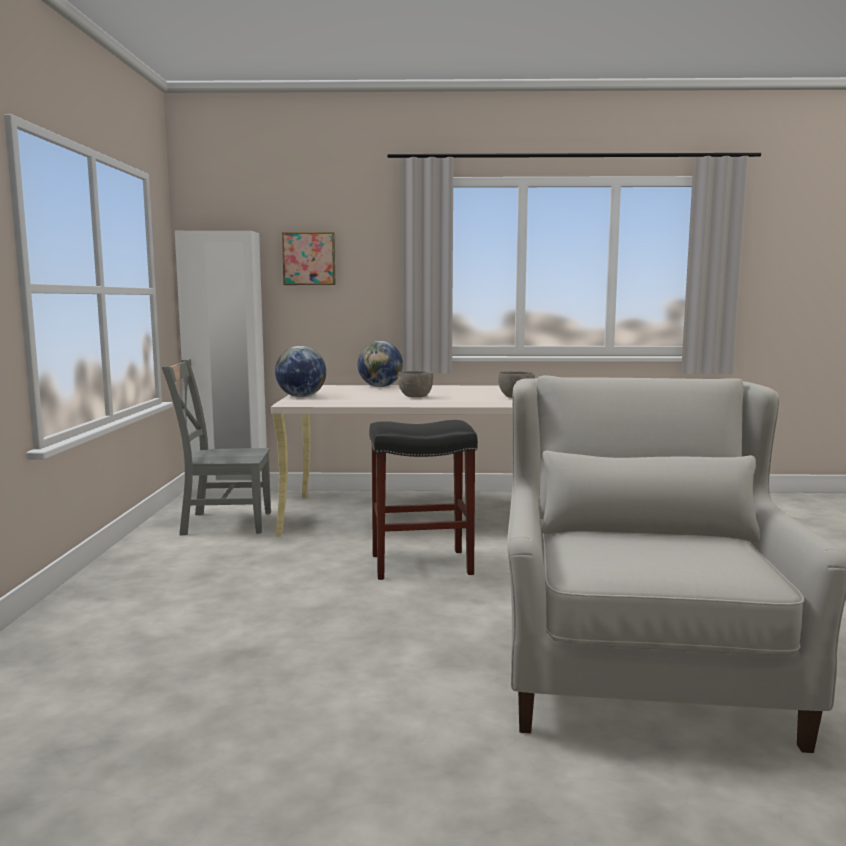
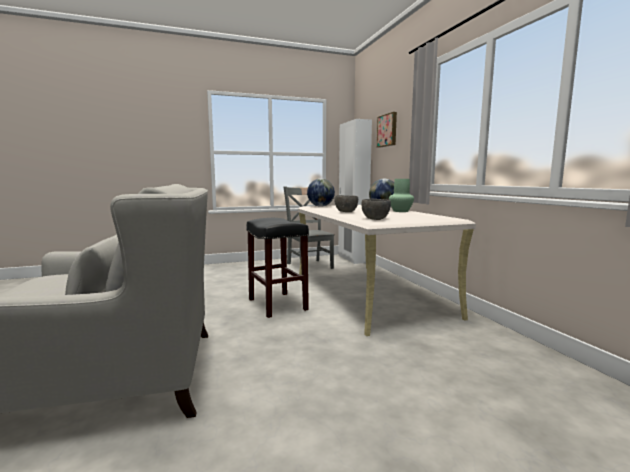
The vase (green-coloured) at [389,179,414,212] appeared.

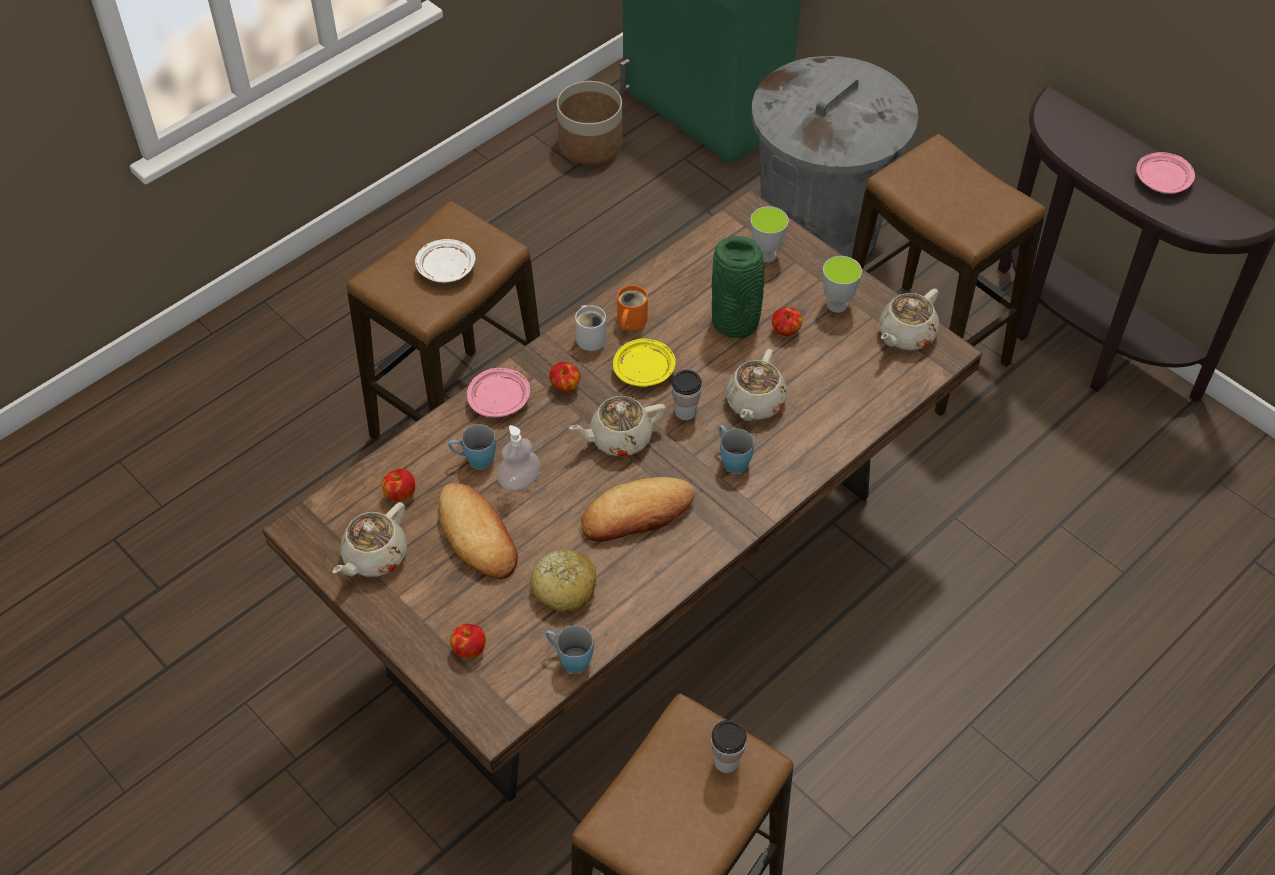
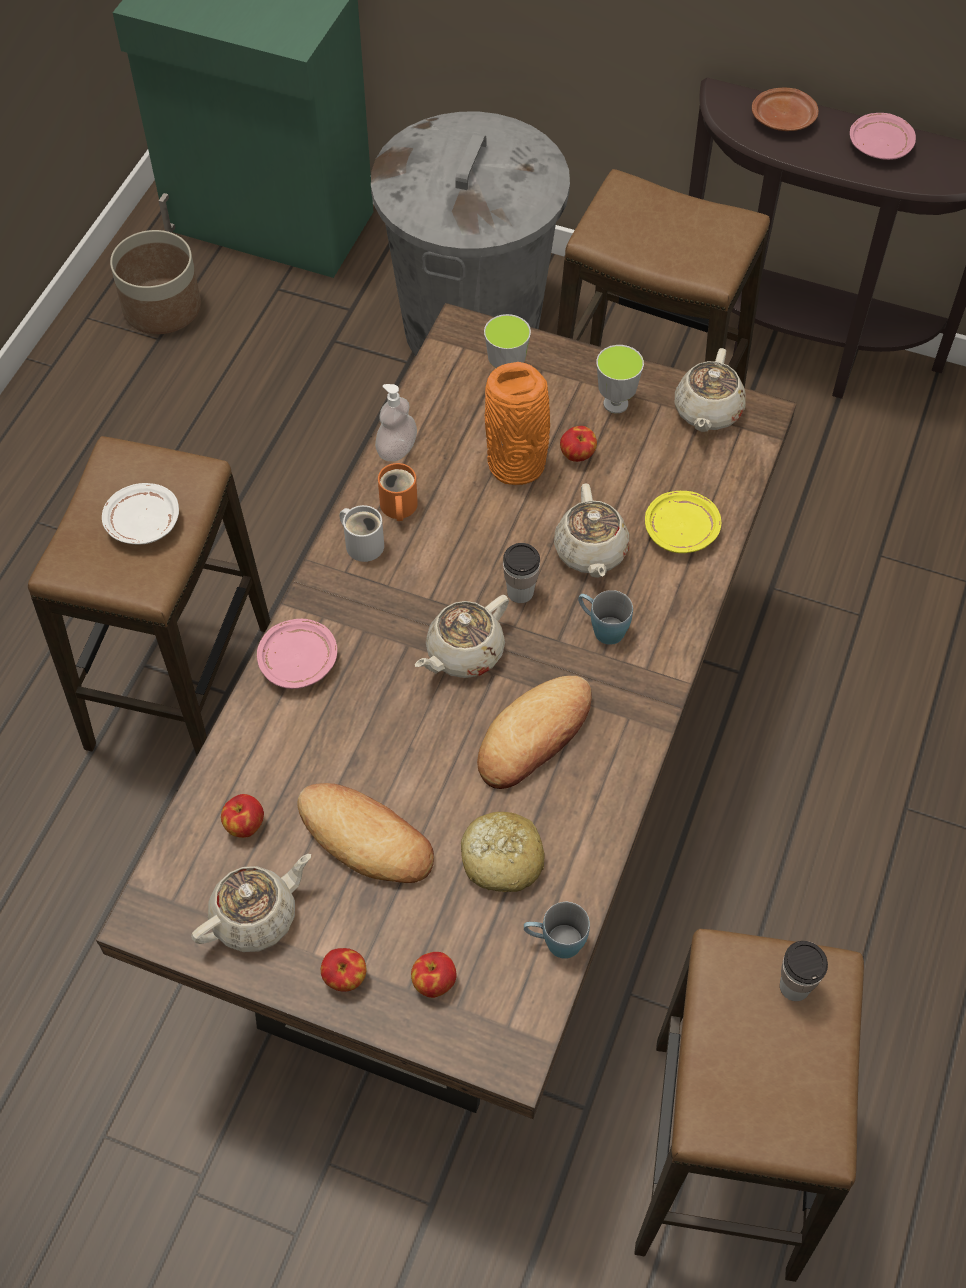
The coffee mug (bluish) at [448,424,496,469] disappeared.
The dinner plate (brownish) at [752,88,818,131] appeared.
The liquid soap bottle moved from [497,425,541,490] to [375,384,417,461].
The apple moved from [549,362,581,392] to [321,948,367,992].
The dinner plate (yellow-coloured) moved from [613,338,676,387] to [645,491,721,553].
The vase (green-coloured) at [712,236,765,338] became the vase (orange) at [485,362,550,485].
The teapot (beige) at [333,502,407,577] turned 135 degrees counterclockwise.

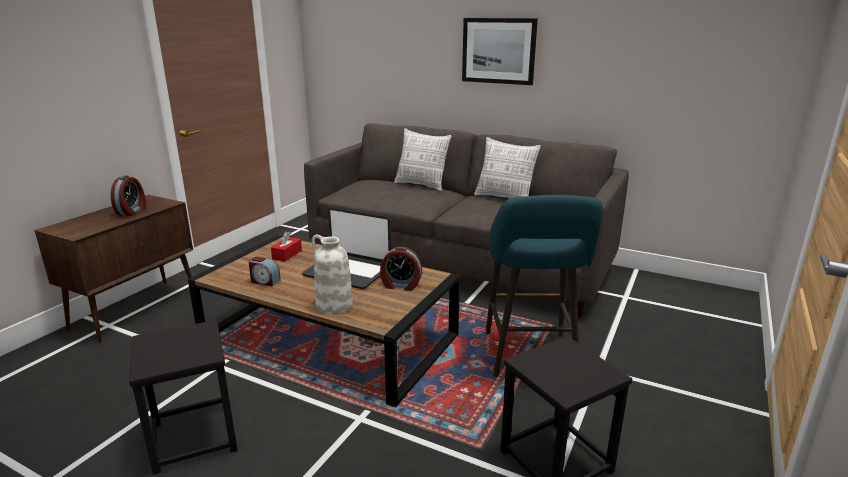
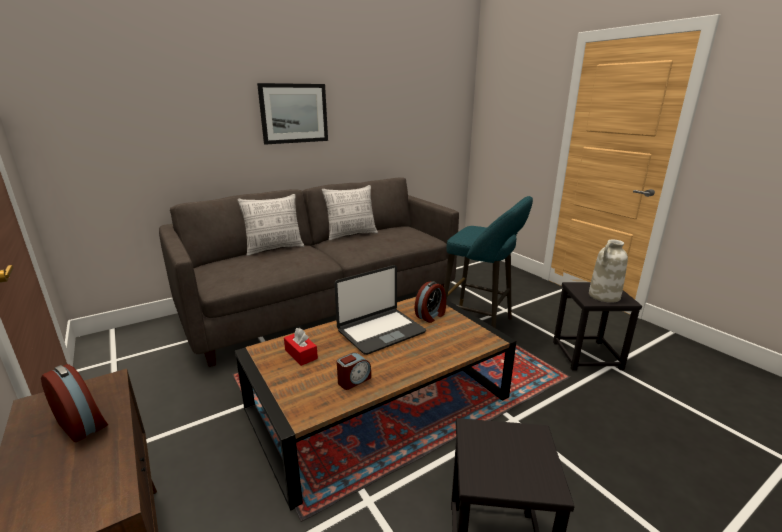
The vase (white-coloured) moved from [311,235,353,315] to [589,239,628,303].

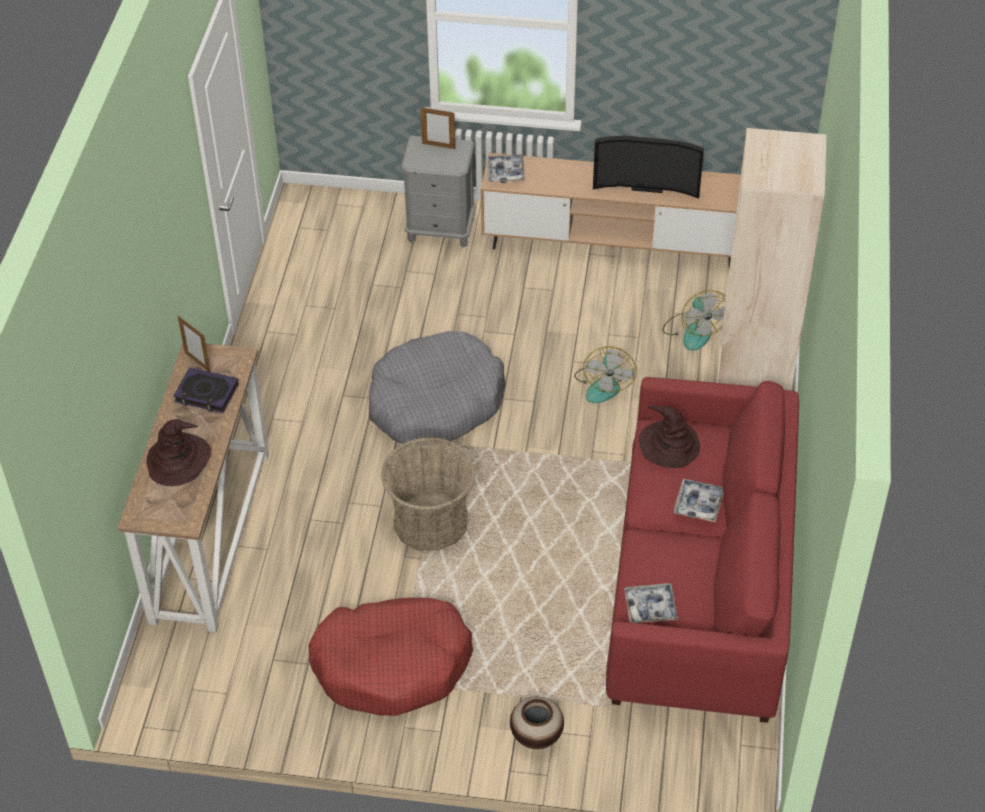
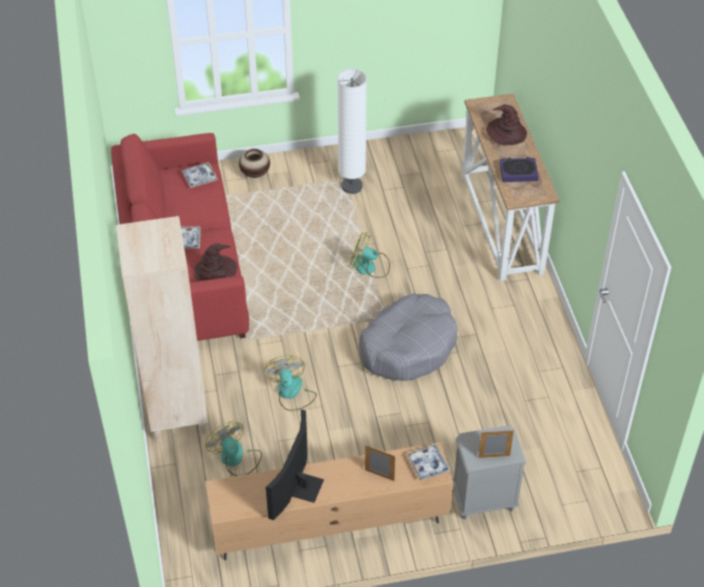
The picture frame moved from [178,316,211,372] to [365,445,395,481].
The dog cushion (red-coloured) at [308,598,473,716] was replaced by the standard lamp (white-coloured) at [337,69,367,194].
The household basket at [381,437,475,551] was replaced by the cooling fan at [350,232,390,278].
The TV at [593,136,704,199] turned 60 degrees counterclockwise.

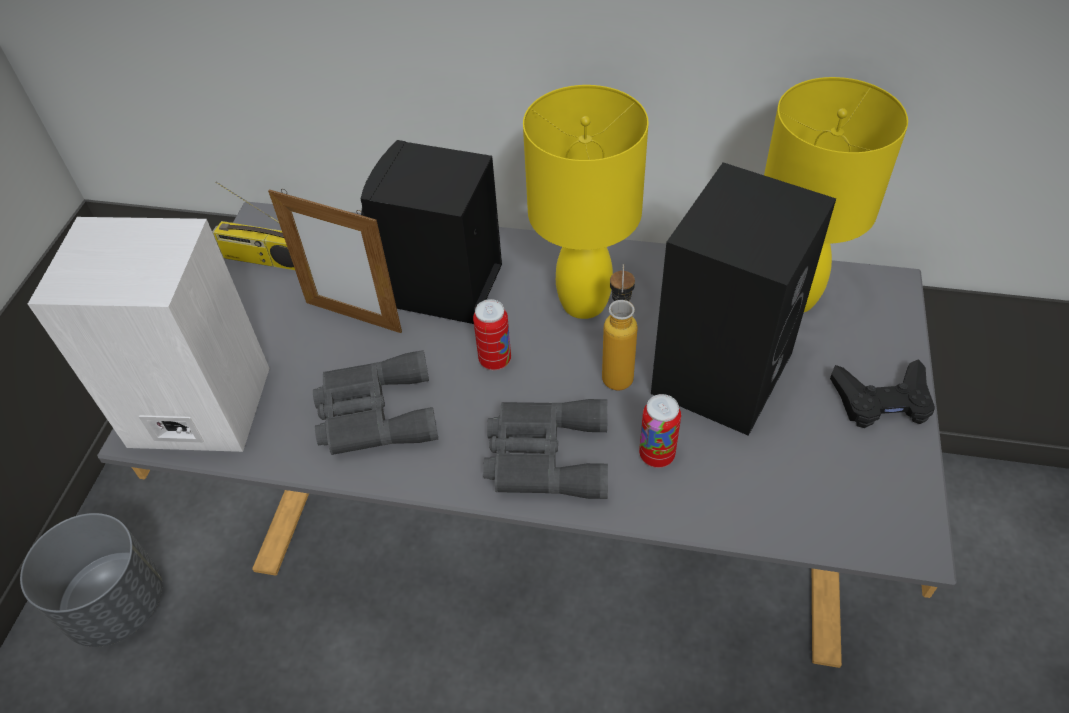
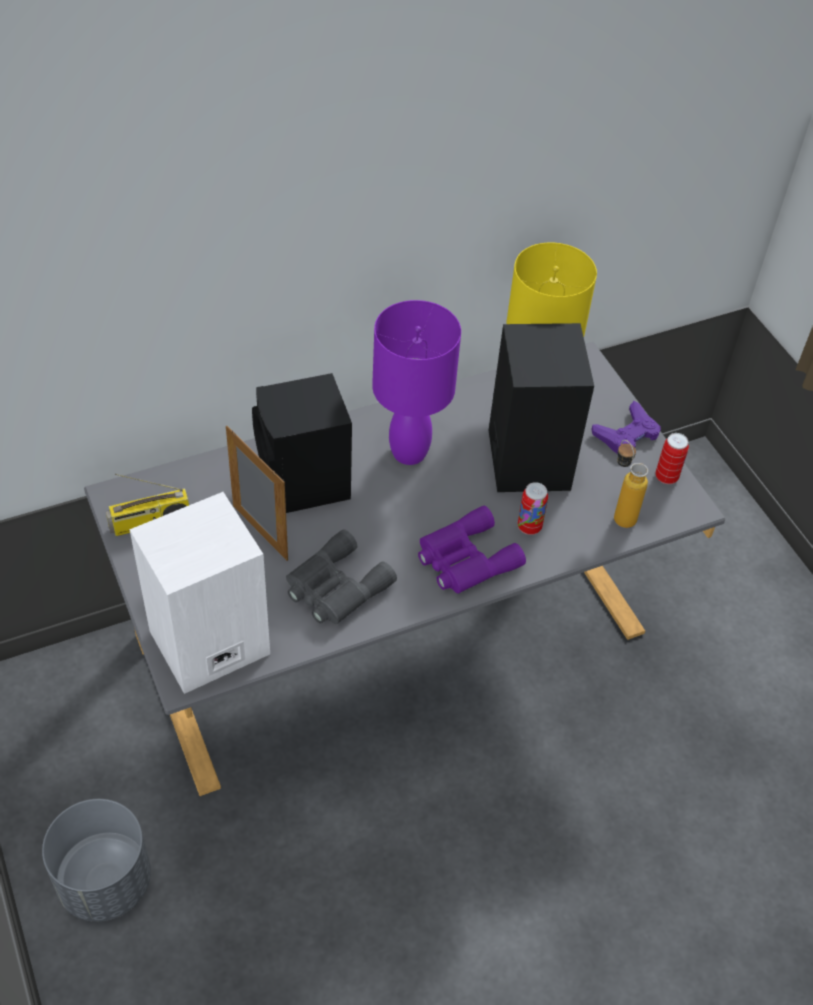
The sealed can moved from [473,299,511,370] to [656,433,689,484].
The bottle moved from [602,264,638,390] to [614,440,648,528].
The pair of binoculars (grey) at [483,399,608,499] became the pair of binoculars (purple-coloured) at [418,506,526,594].
The table lamp (yellow-coloured) at [523,85,648,319] became the table lamp (purple-coloured) at [372,300,461,465].
The gamepad (blackish) at [830,359,935,428] became the gamepad (purple-coloured) at [591,401,661,454].
The picture frame at [268,189,402,333] turned 120 degrees counterclockwise.

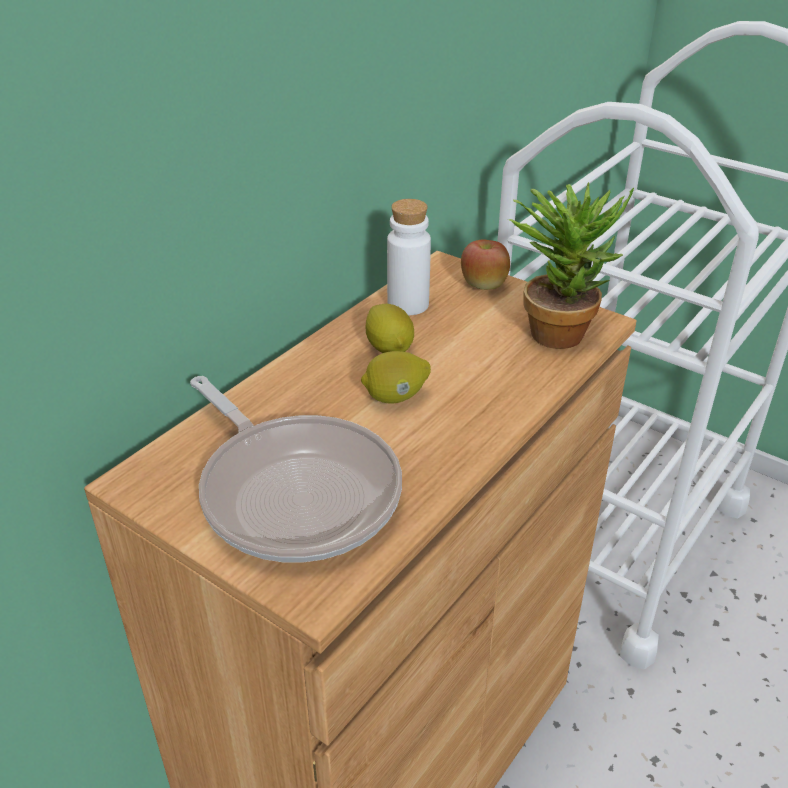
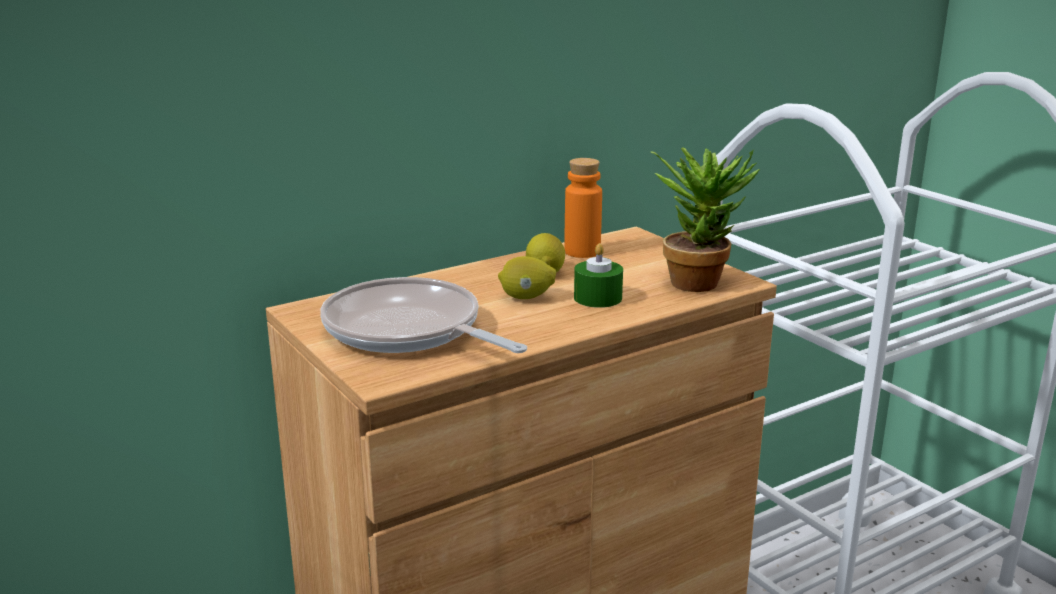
The apple at [461,239,510,290] disappeared.
The wax light (green-coloured) at [574,243,623,308] appeared.
The bottle (white-coloured) at [387,199,431,315] became the bottle (orange) at [564,158,602,258].
The frying pan at [190,376,402,562] turned 150 degrees clockwise.

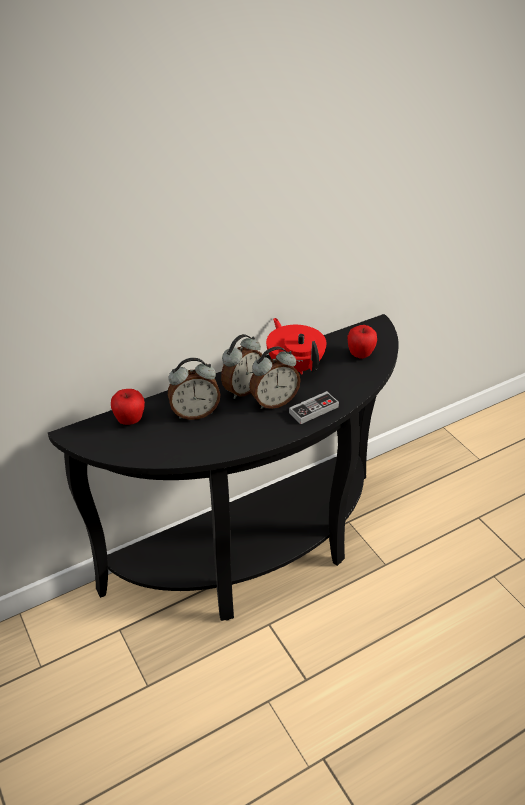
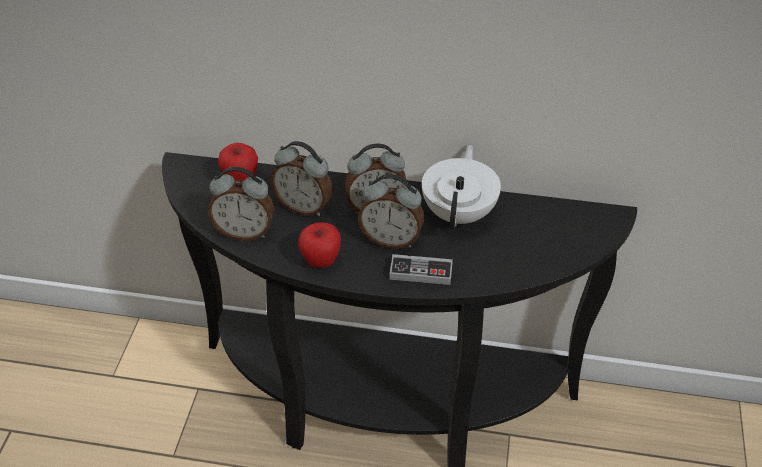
The alarm clock at [208,167,275,241] appeared.
The apple moved from [347,325,377,359] to [298,222,341,268].
The teapot (red-coloured) at [266,318,326,375] became the teapot (white-coloured) at [422,145,501,229].

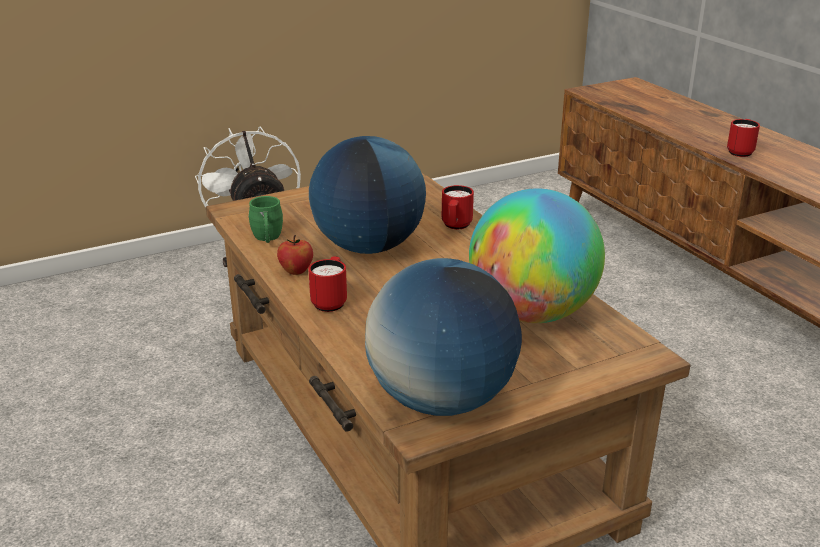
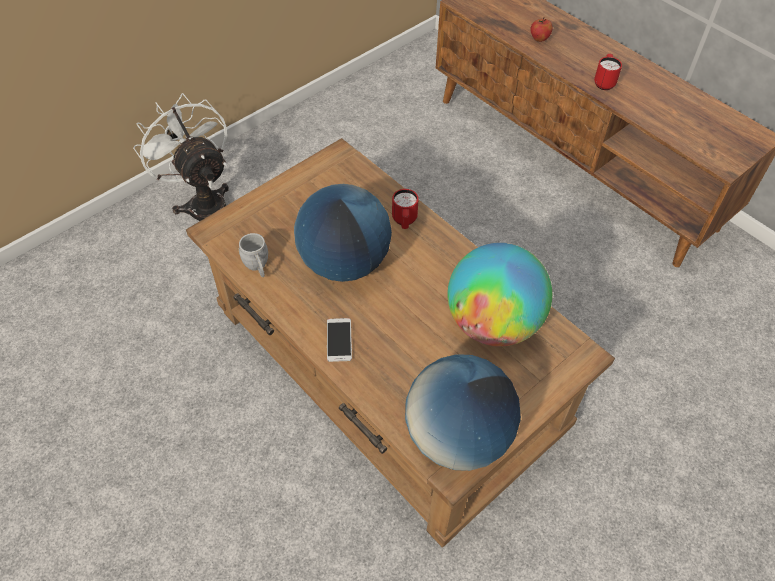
The apple moved from [277,235,313,275] to [530,17,553,42].
The coffee mug (red-coloured) at [308,256,347,312] was replaced by the phone at [327,318,352,362].
The coffee mug (green-coloured) at [248,196,283,243] became the coffee mug (grey) at [239,233,268,277].

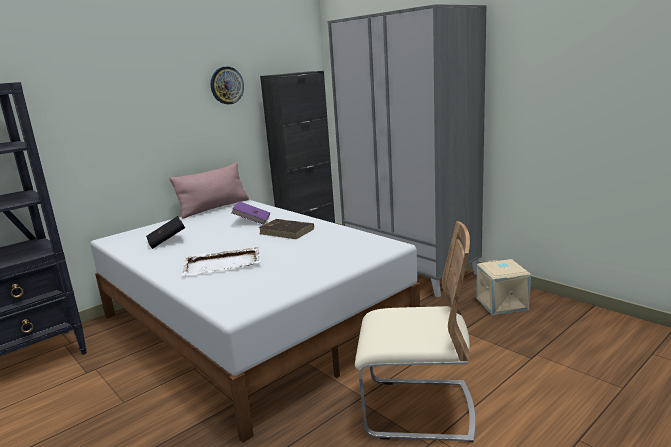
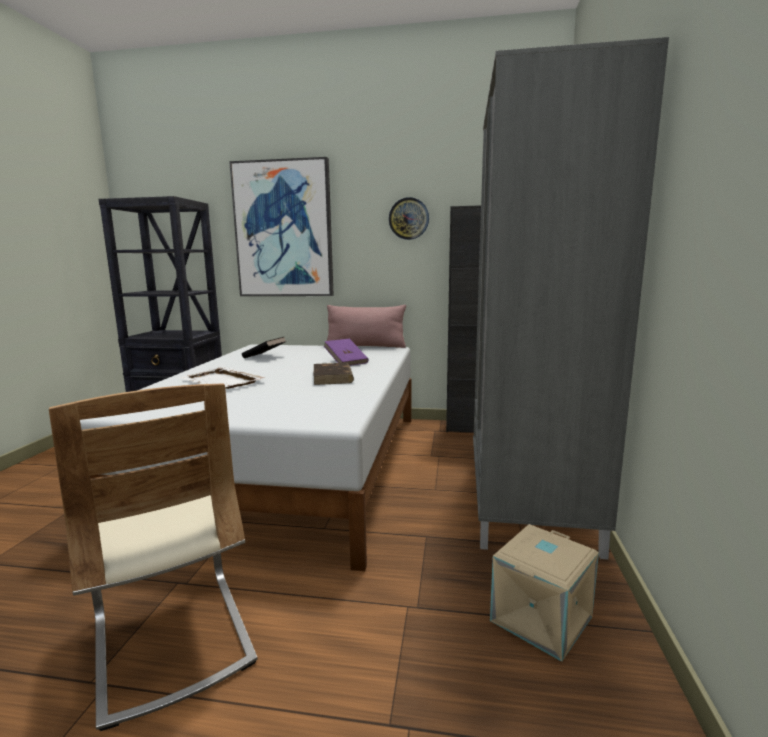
The wall picture at [229,157,334,296] appeared.

